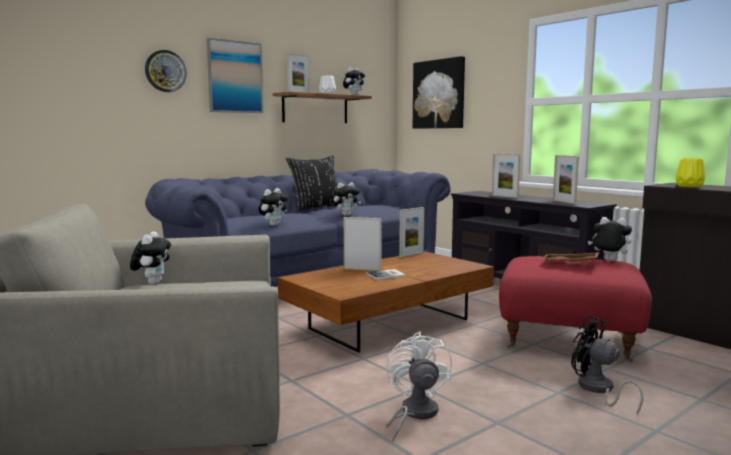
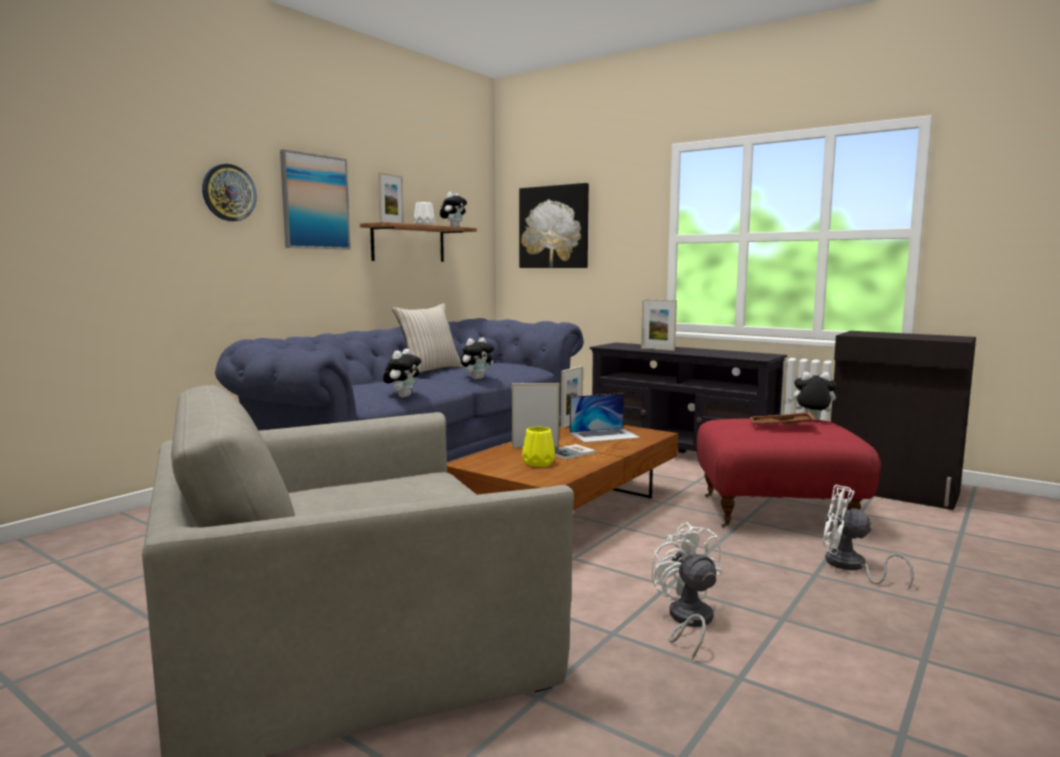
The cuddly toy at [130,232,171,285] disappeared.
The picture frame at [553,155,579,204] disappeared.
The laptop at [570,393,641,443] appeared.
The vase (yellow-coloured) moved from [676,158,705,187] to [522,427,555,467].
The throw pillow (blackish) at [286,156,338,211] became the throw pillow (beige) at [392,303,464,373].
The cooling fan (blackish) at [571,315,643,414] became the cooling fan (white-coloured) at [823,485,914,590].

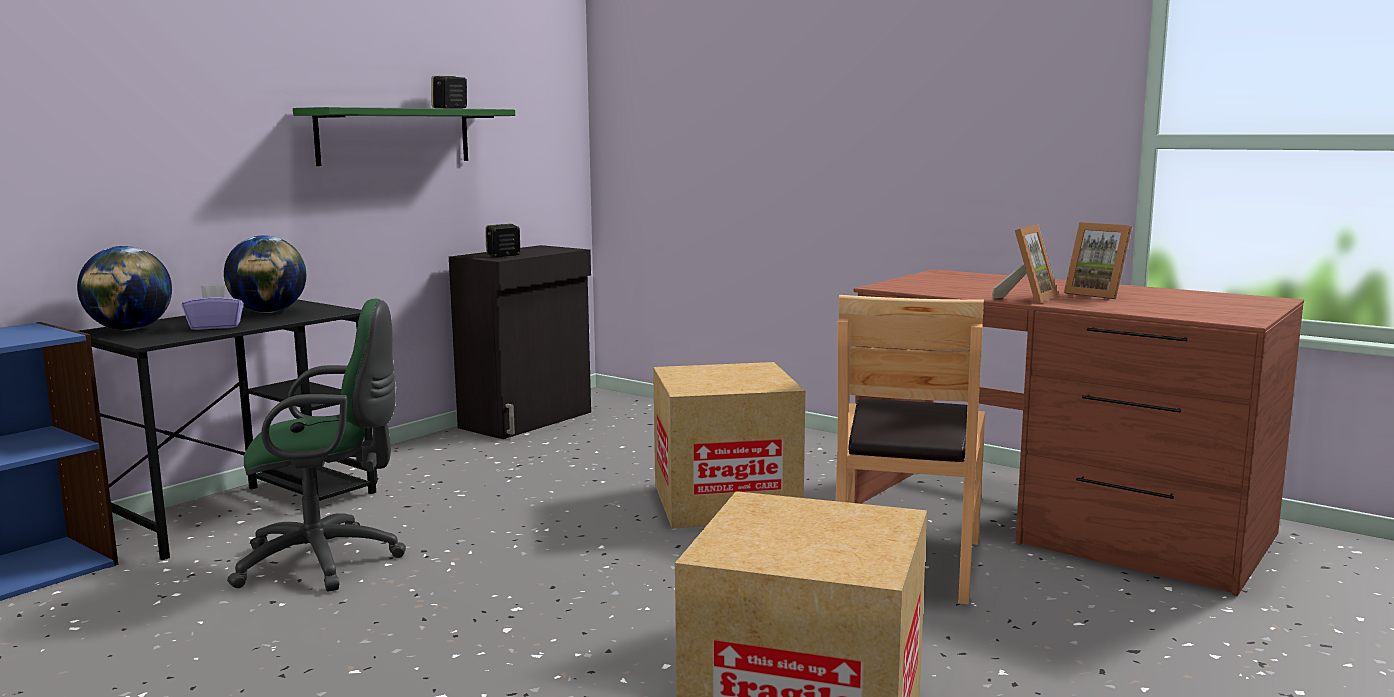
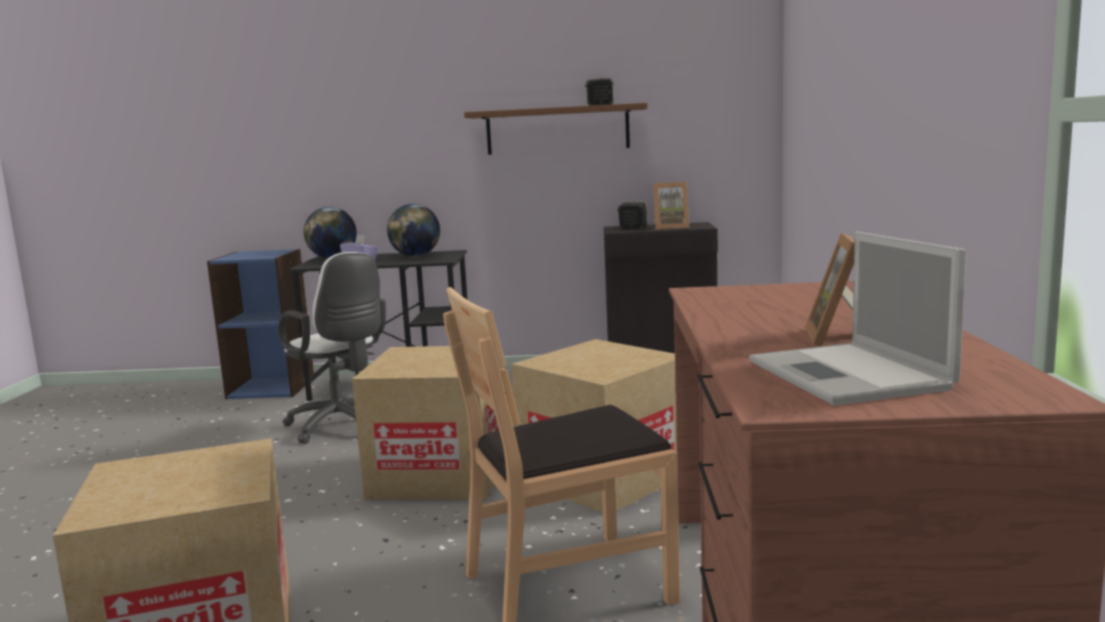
The carton at [352,346,499,500] appeared.
The laptop at [749,231,966,406] appeared.
The picture frame moved from [991,225,1058,304] to [653,182,690,230].
The computer chair (green-coloured) at [227,299,406,591] became the computer chair (white-coloured) at [278,252,386,444].
The shelf (green-coloured) at [293,107,515,166] became the shelf (brownish) at [464,103,648,155].

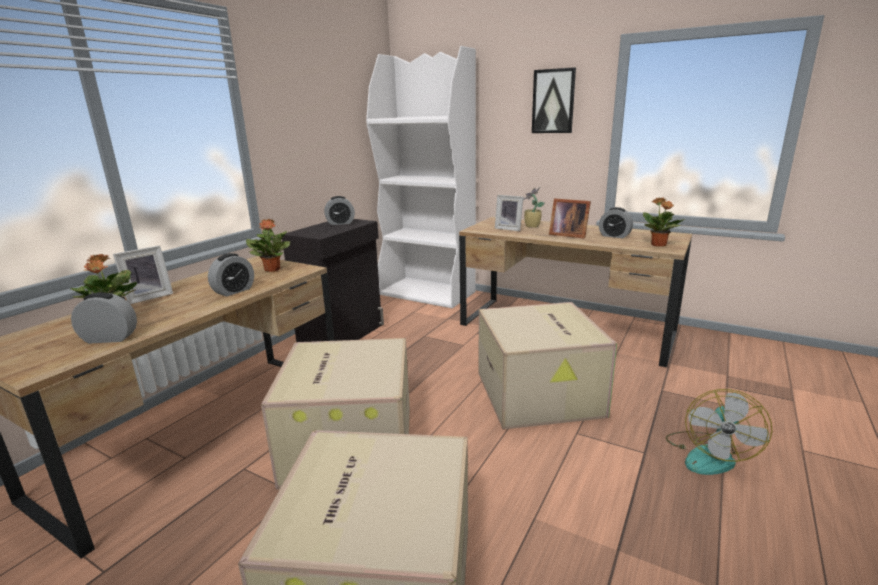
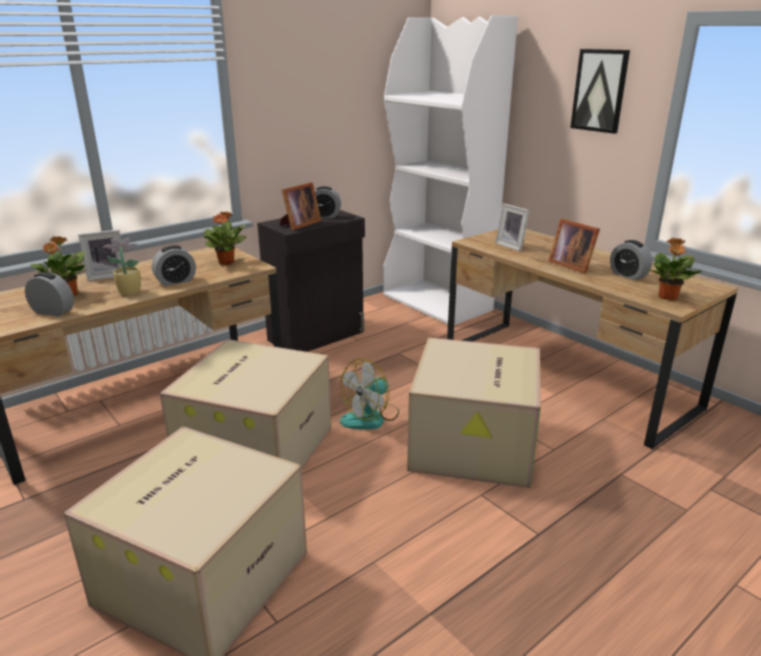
The picture frame at [280,182,321,230] appeared.
The plant in a pot moved from [523,187,545,228] to [103,238,141,296].
The cooling fan moved from [666,389,772,475] to [340,358,399,430].

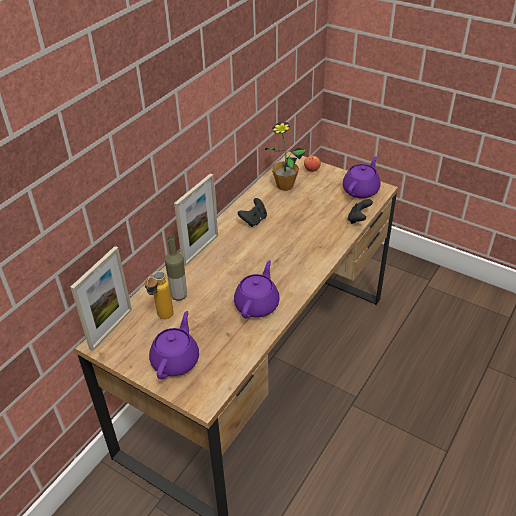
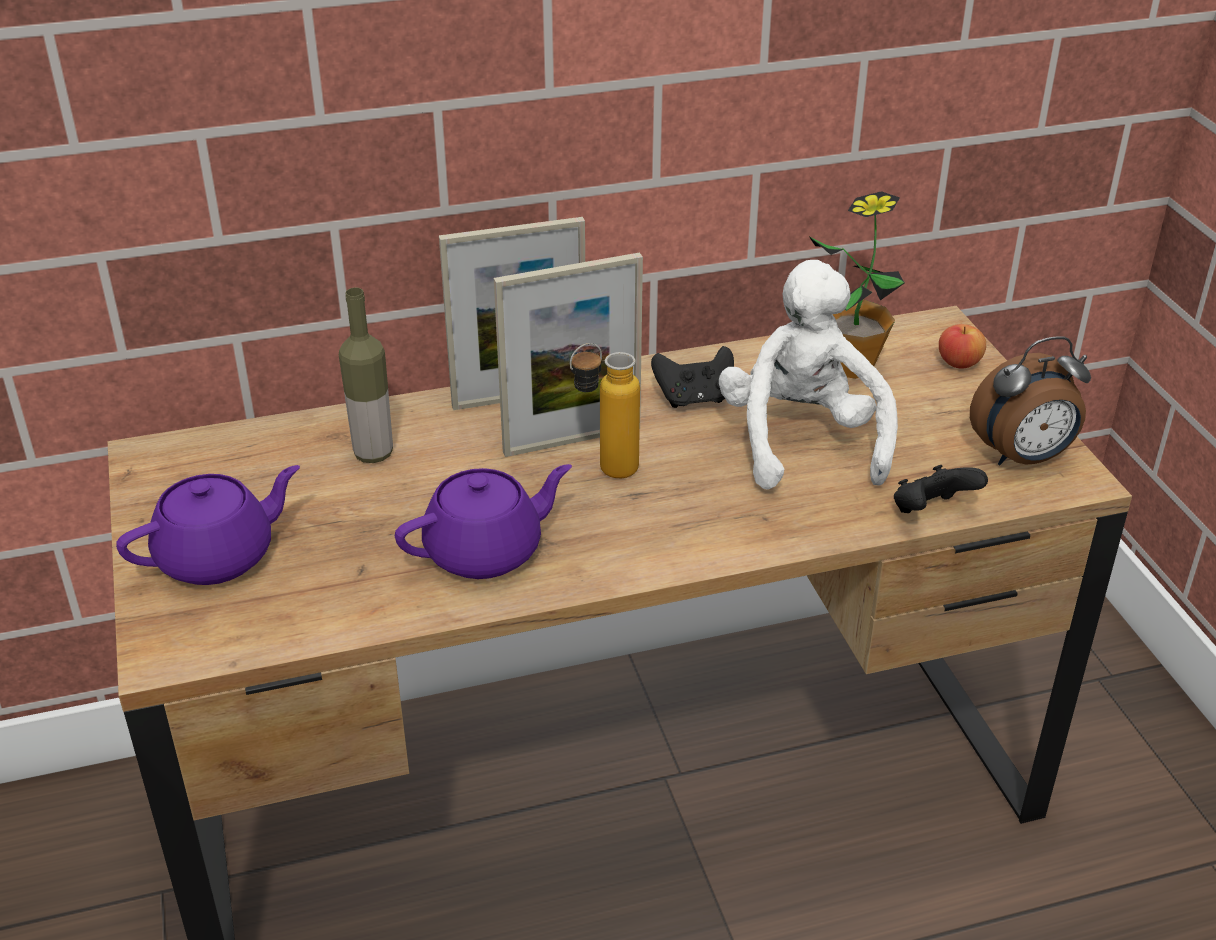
The cuddly toy (white-coloured) at [719,260,898,490] appeared.
The picture frame moved from [70,246,132,351] to [494,252,643,457].
The bottle moved from [144,271,174,319] to [570,343,640,478].
The teapot (purple-coloured) at [343,156,380,199] was replaced by the alarm clock at [970,336,1091,465].

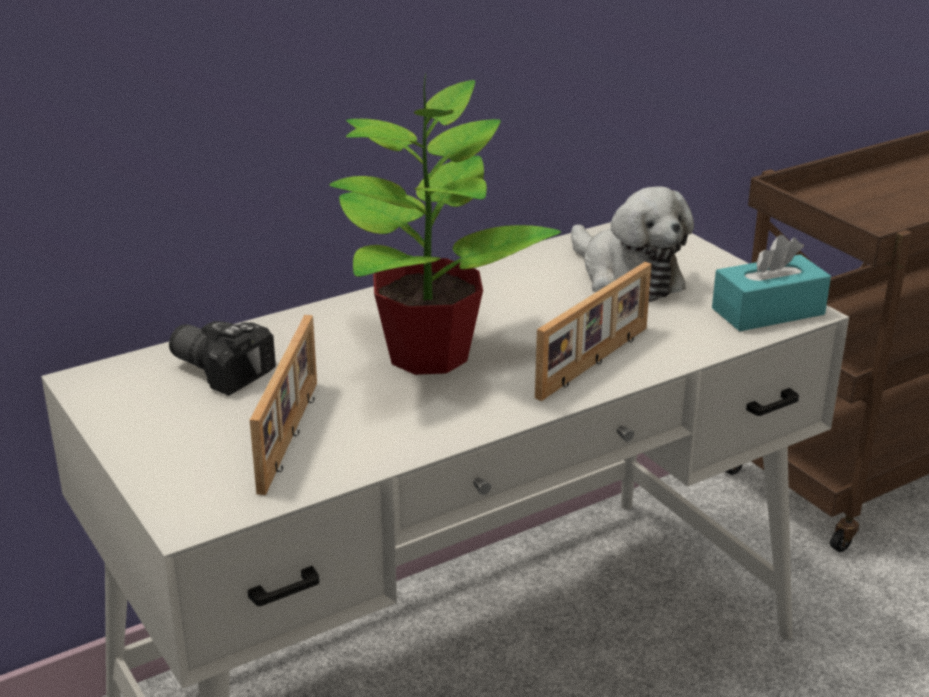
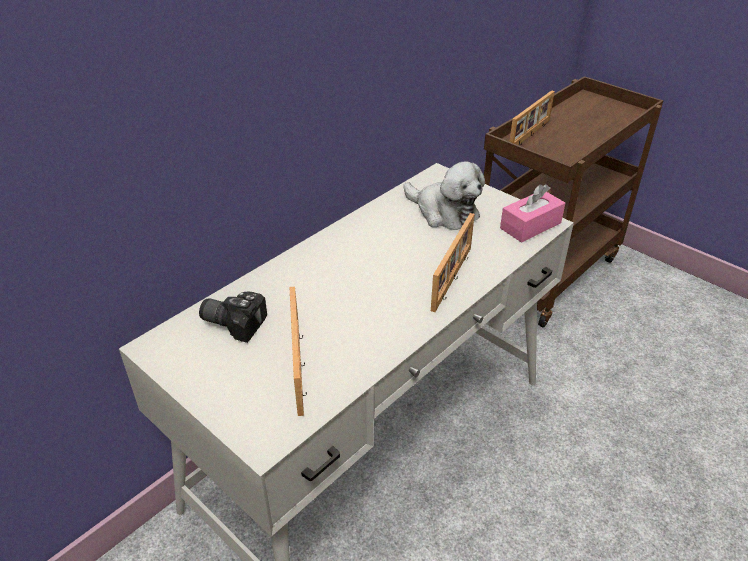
The plant in a pot at [329,73,561,375] disappeared.
The picture frame at [509,90,555,145] appeared.
The tissue box (blue-green) at [712,235,831,331] became the tissue box (pink-coloured) at [500,184,565,243].

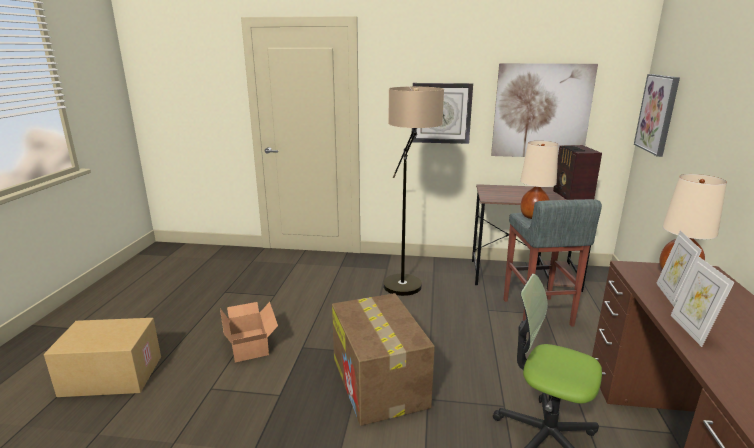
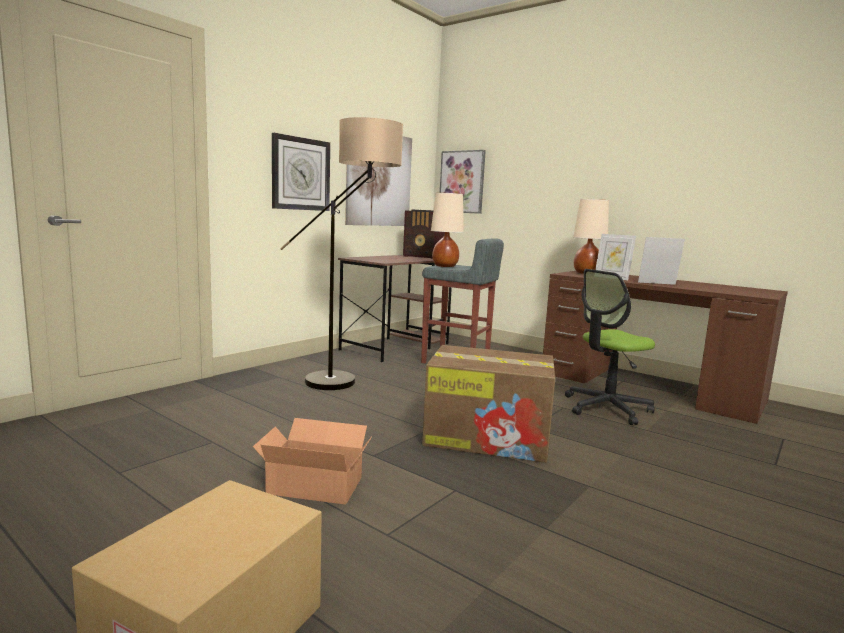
The picture frame at [671,256,734,347] turned 150 degrees clockwise.

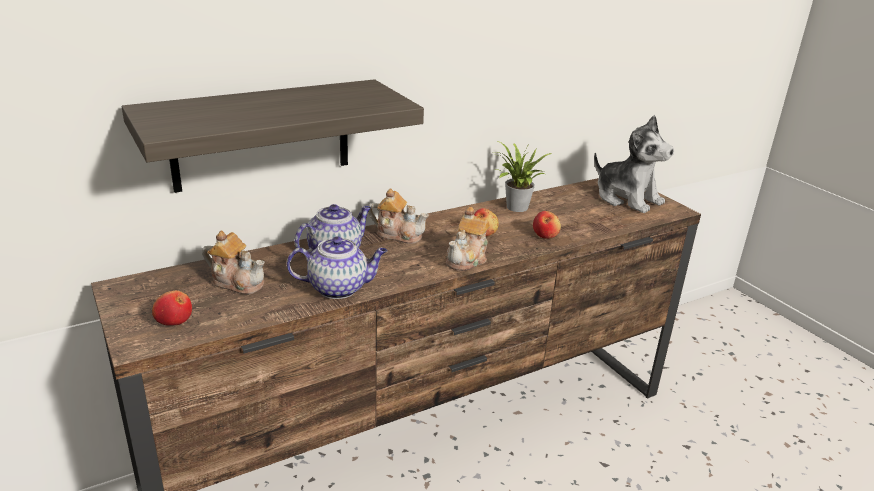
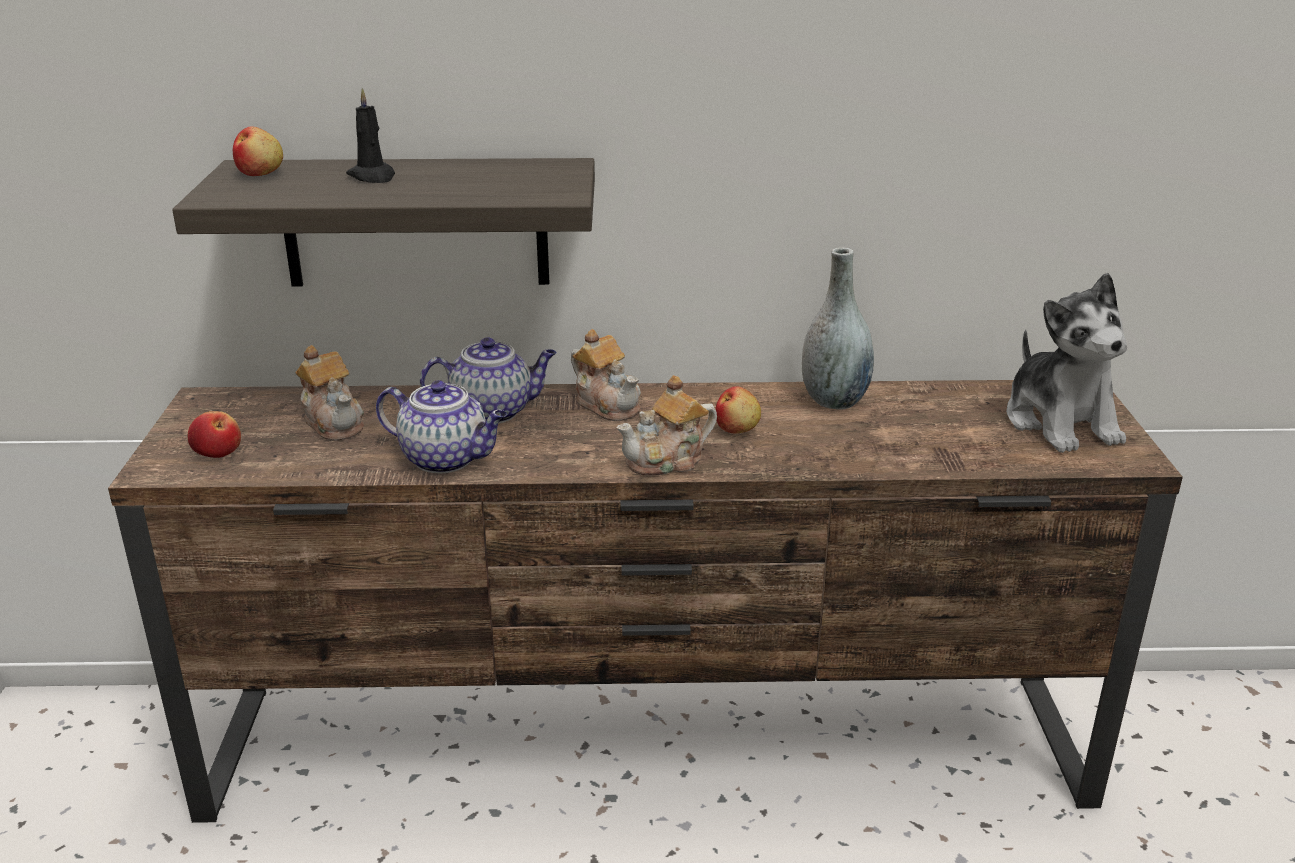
The wax light (blackish) at [346,88,395,183] appeared.
The apple moved from [533,211,561,239] to [233,126,283,176].
The plant in a pot at [494,141,552,212] was replaced by the vase (grey) at [802,247,874,410].

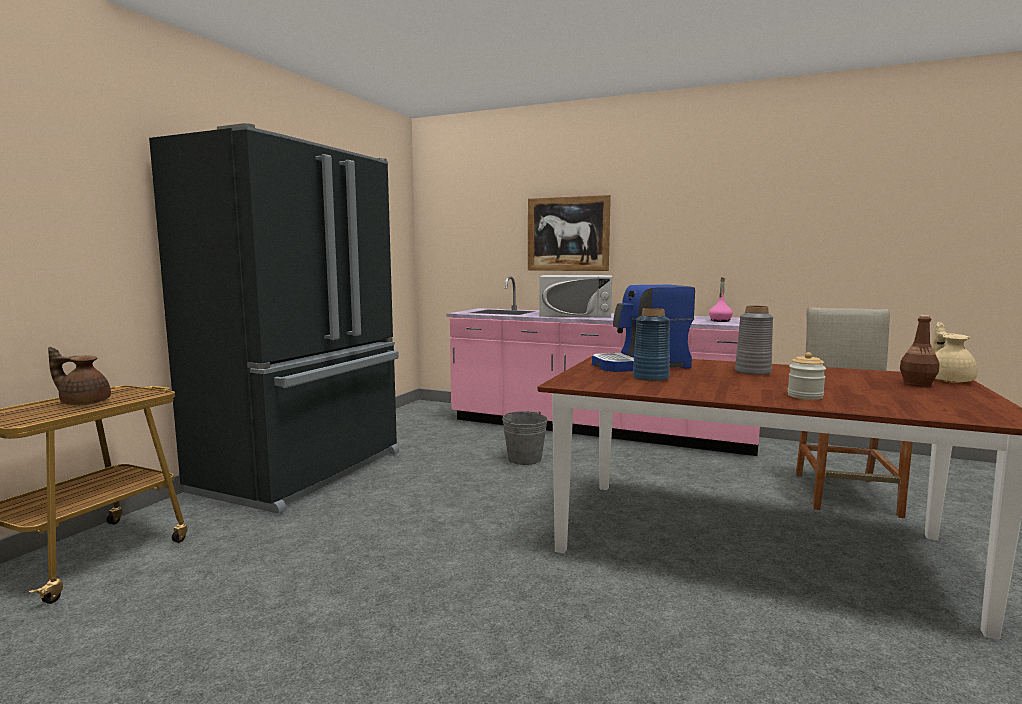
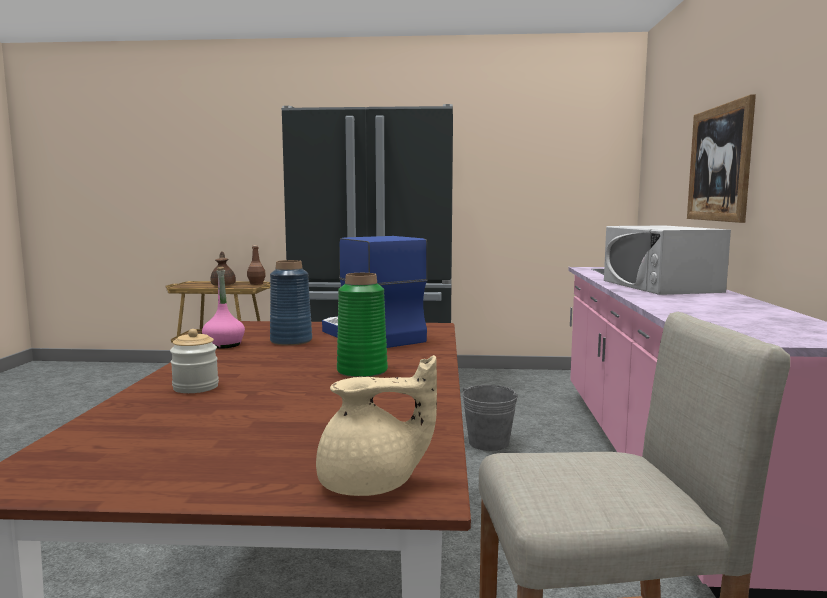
The bottle (pink-coloured) moved from [709,277,733,322] to [202,267,245,349].
The bottle (brownish) moved from [900,315,940,387] to [247,245,266,285].
The vase (grey) at [735,306,773,375] became the vase (green-coloured) at [337,273,388,377].

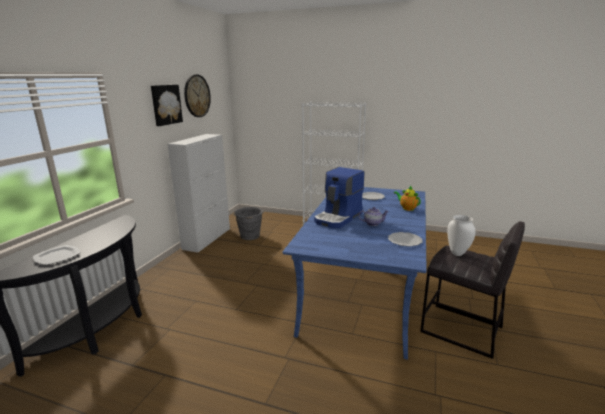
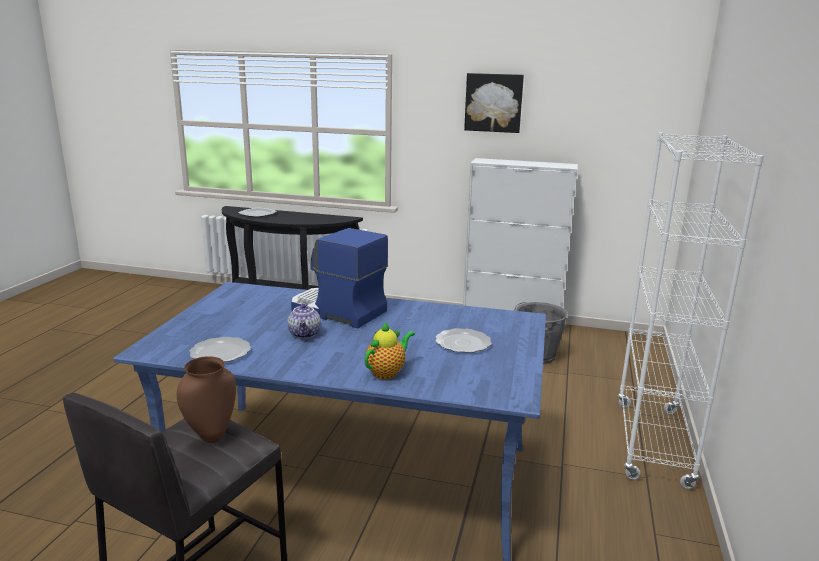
The wall clock at [184,74,211,117] disappeared.
The vase (white-coloured) at [447,215,476,256] became the vase (brownish) at [177,356,236,443].

